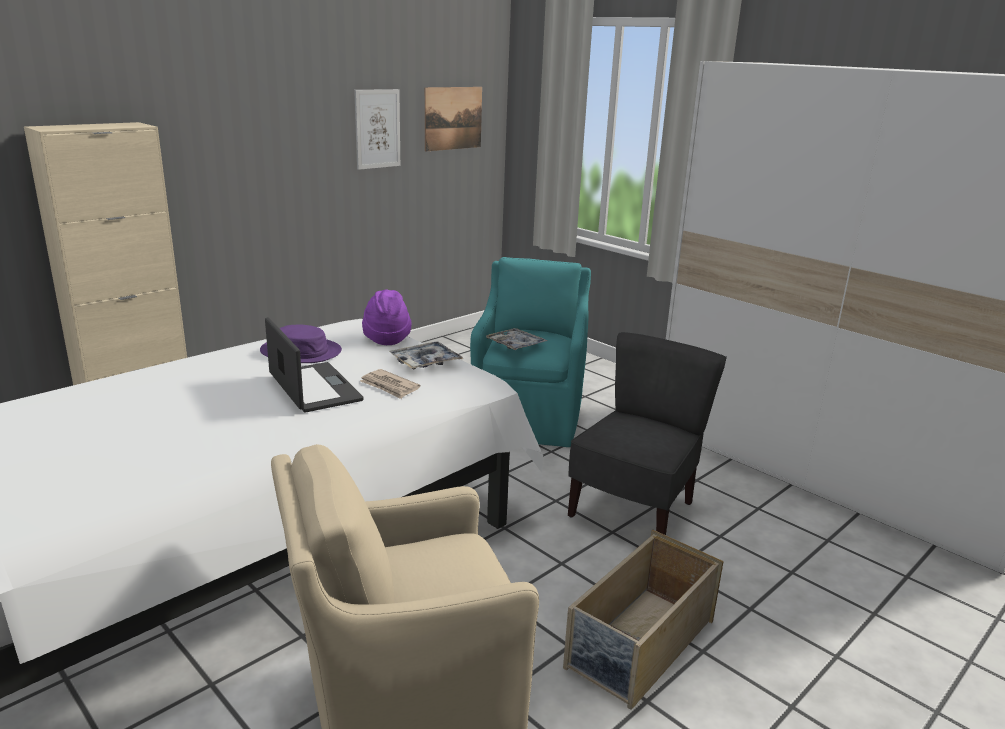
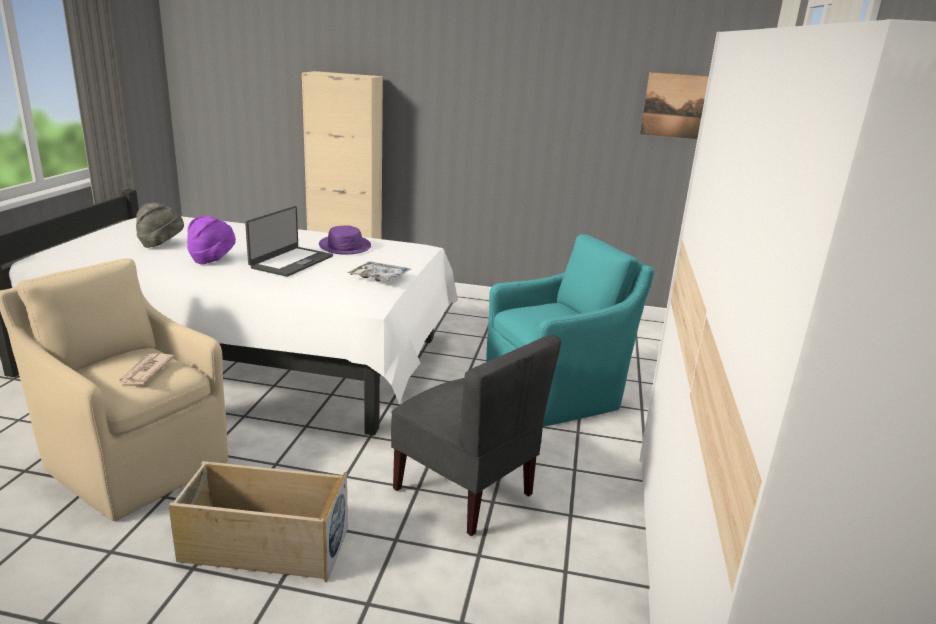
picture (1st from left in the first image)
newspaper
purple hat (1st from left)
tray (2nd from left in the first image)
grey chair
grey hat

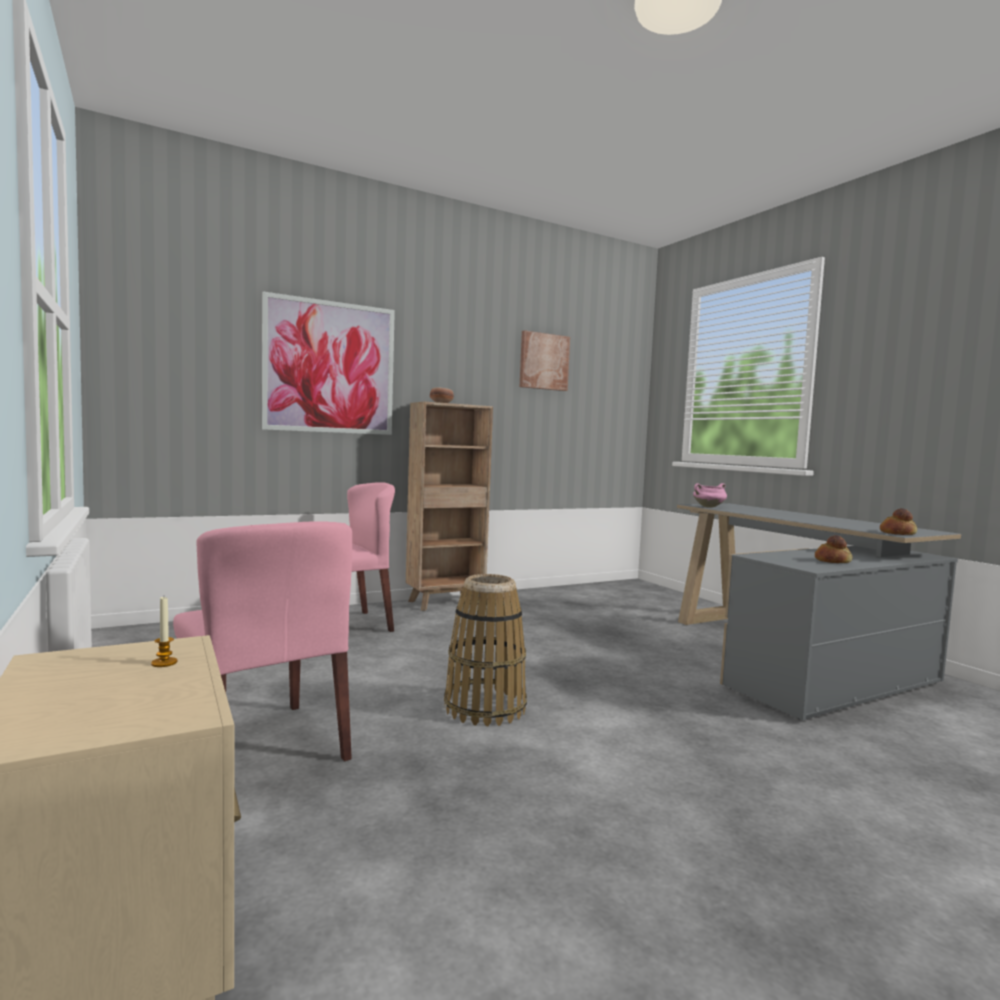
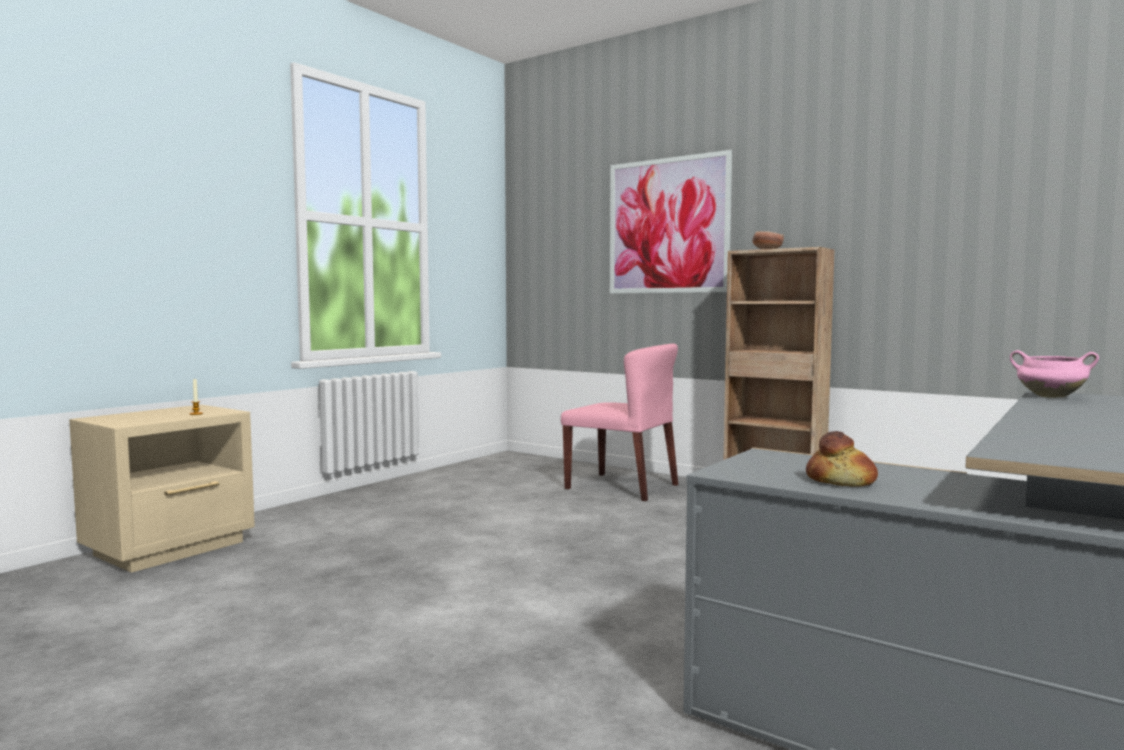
pink chair (1st from left in the first image)
basket
picture (2nd from left in the first image)
bread (2nd from left in the first image)

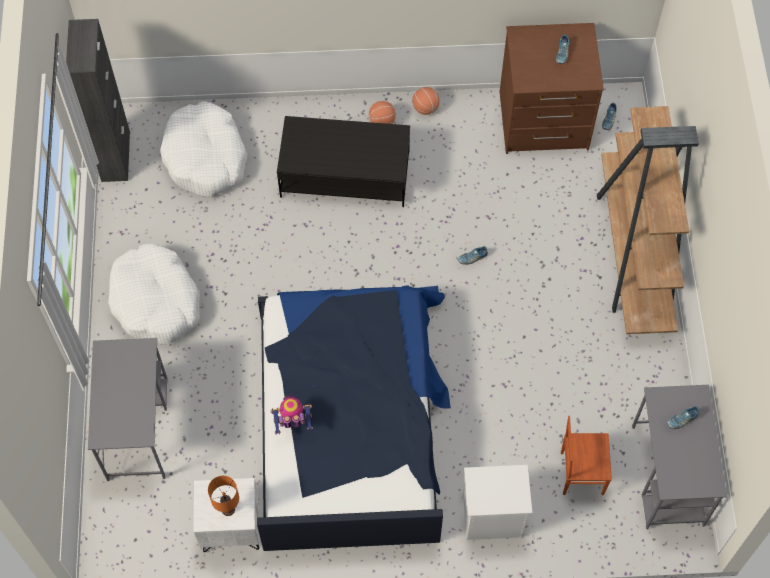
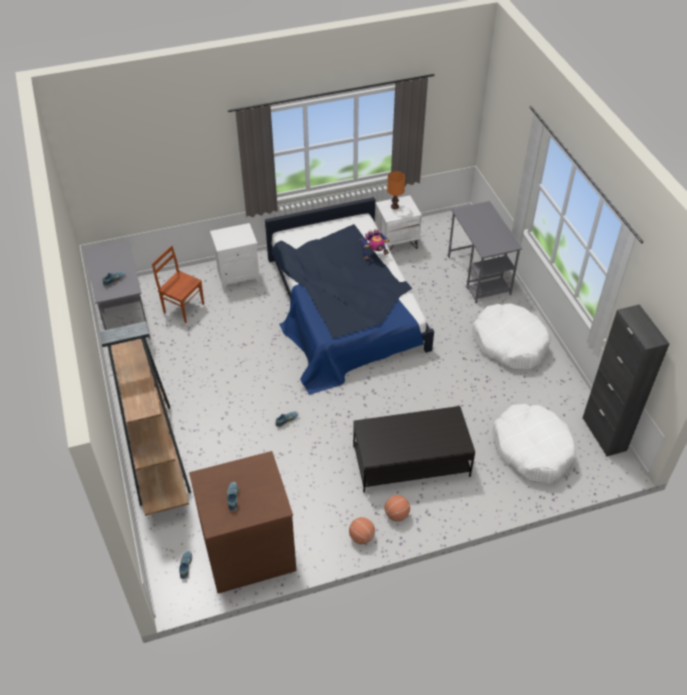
brown chair

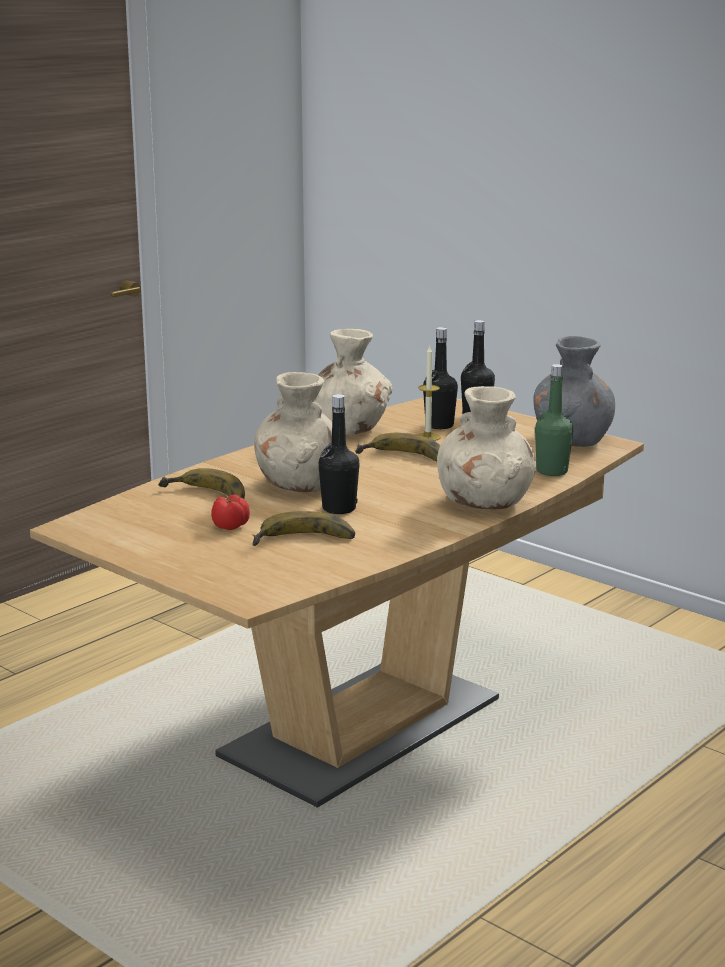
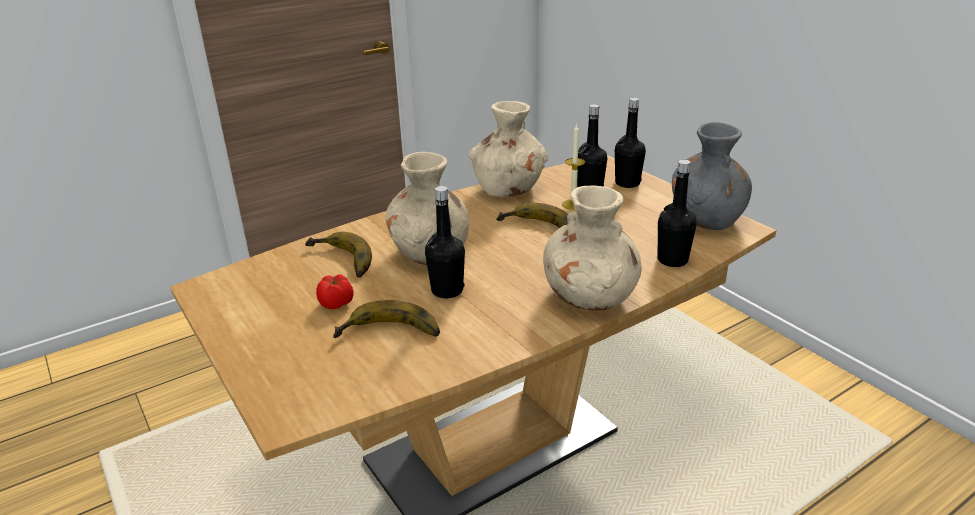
black bottle (4th from left)

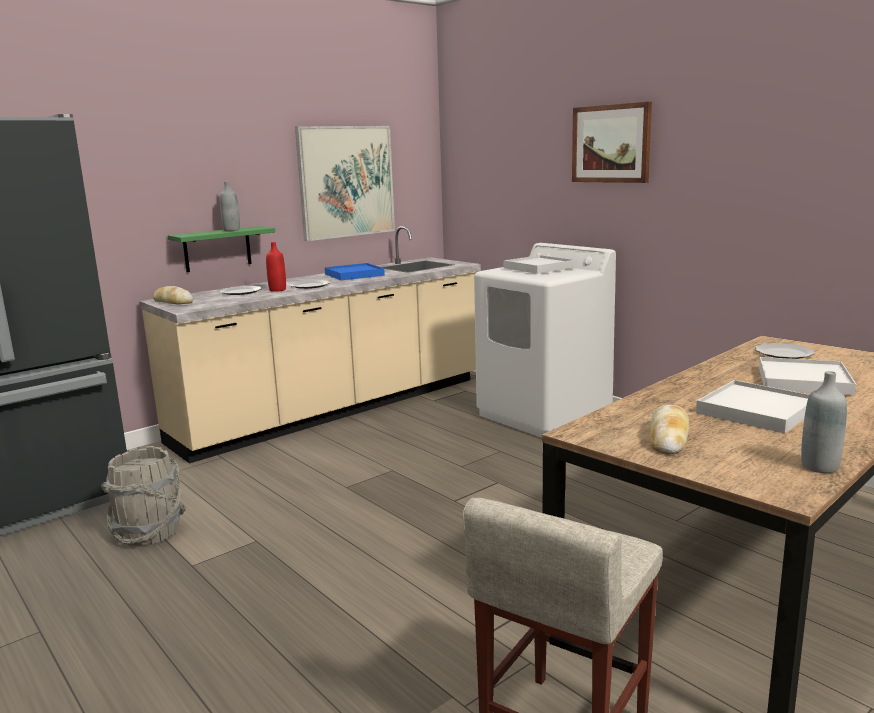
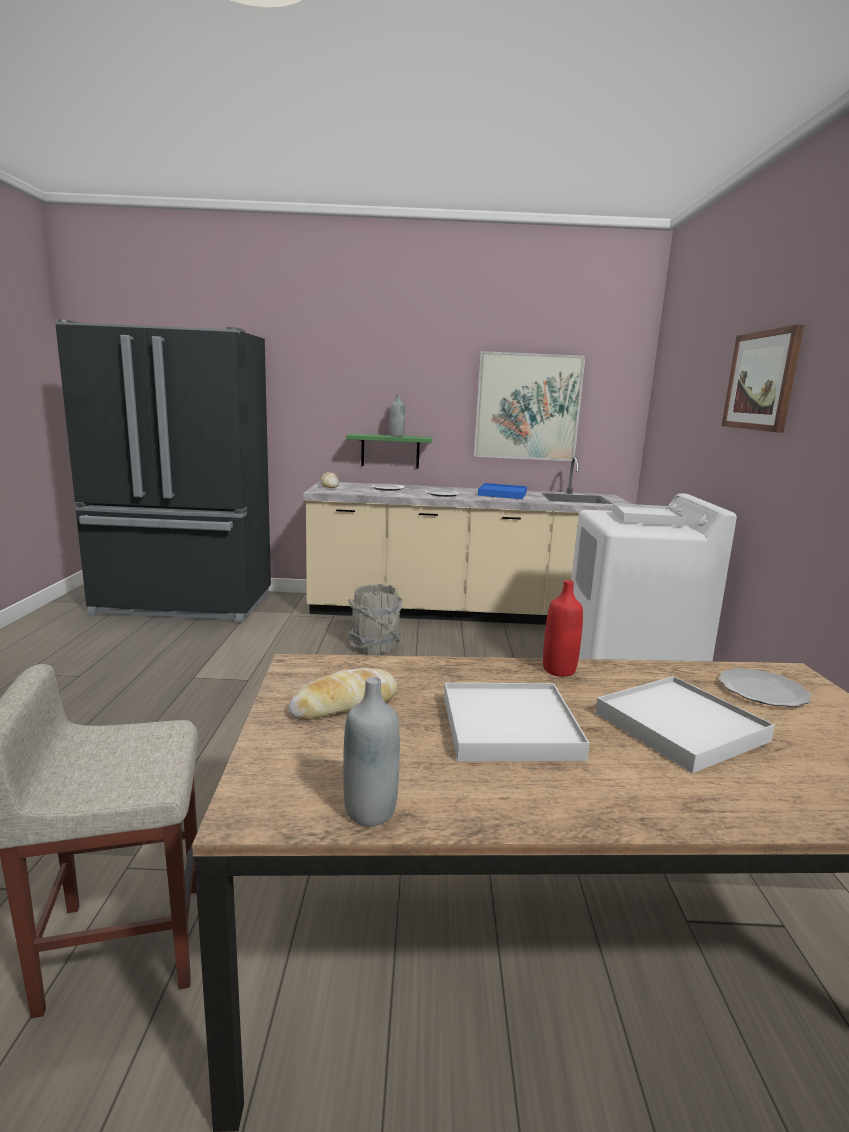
grey bucket
red bottle

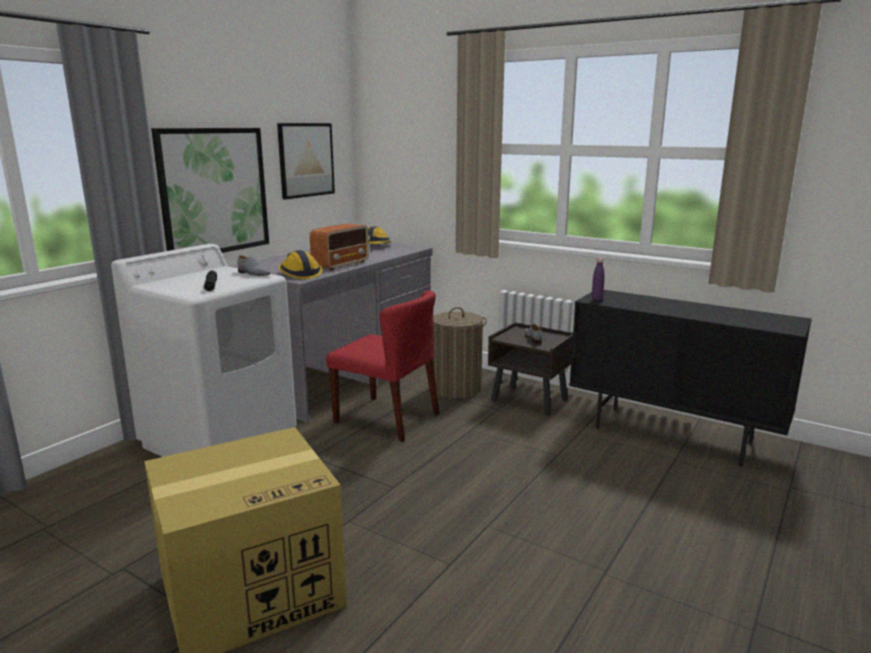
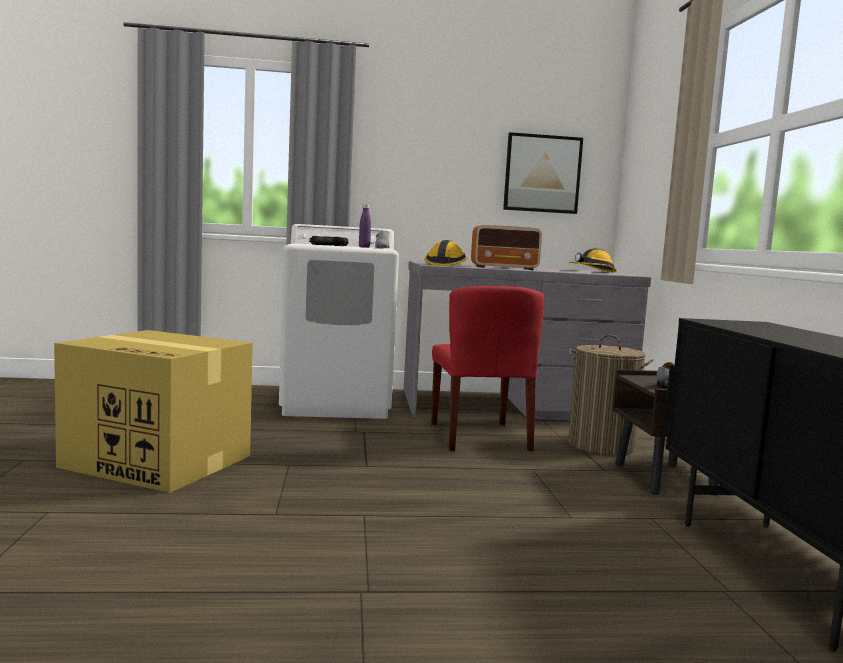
picture (1st from left in the first image)
purple bottle

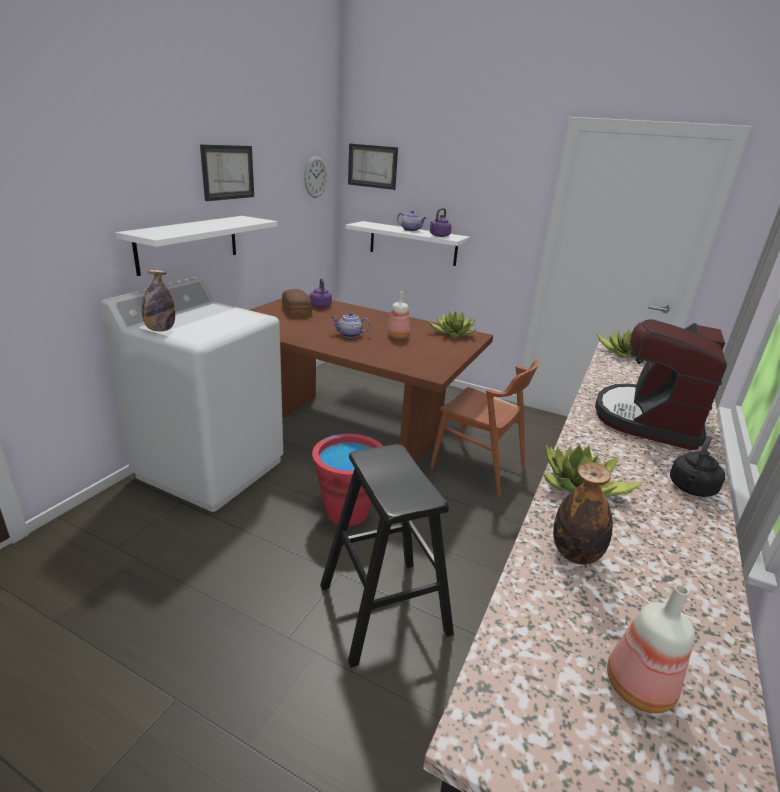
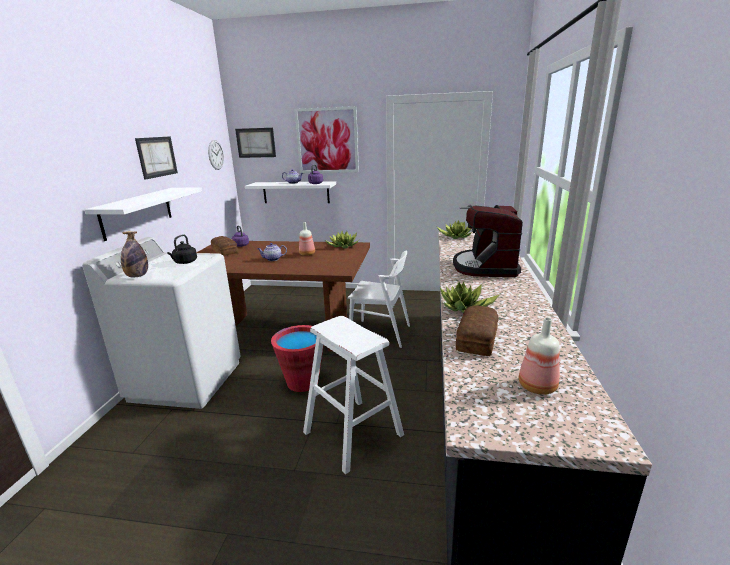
white stool
white chair
bread (2nd from left)
black kettle
picture (3rd from left)

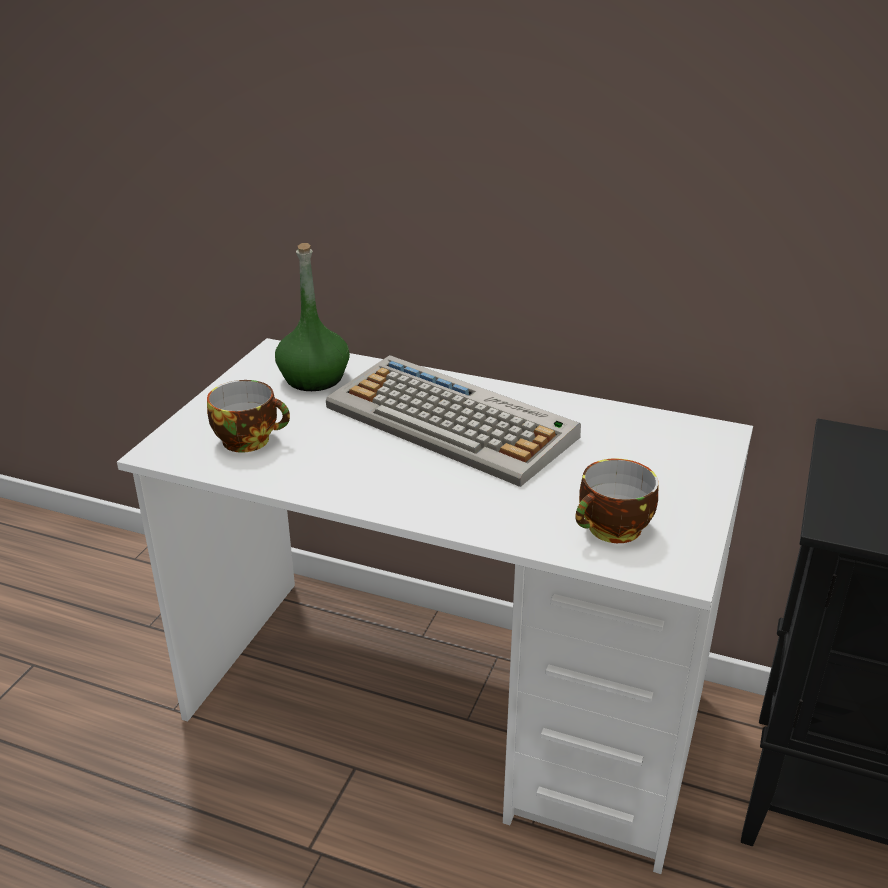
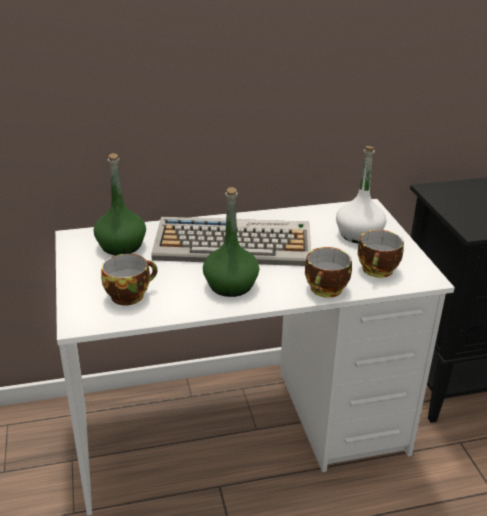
green bottle (2nd from left)
cup (2nd from left)
white bottle

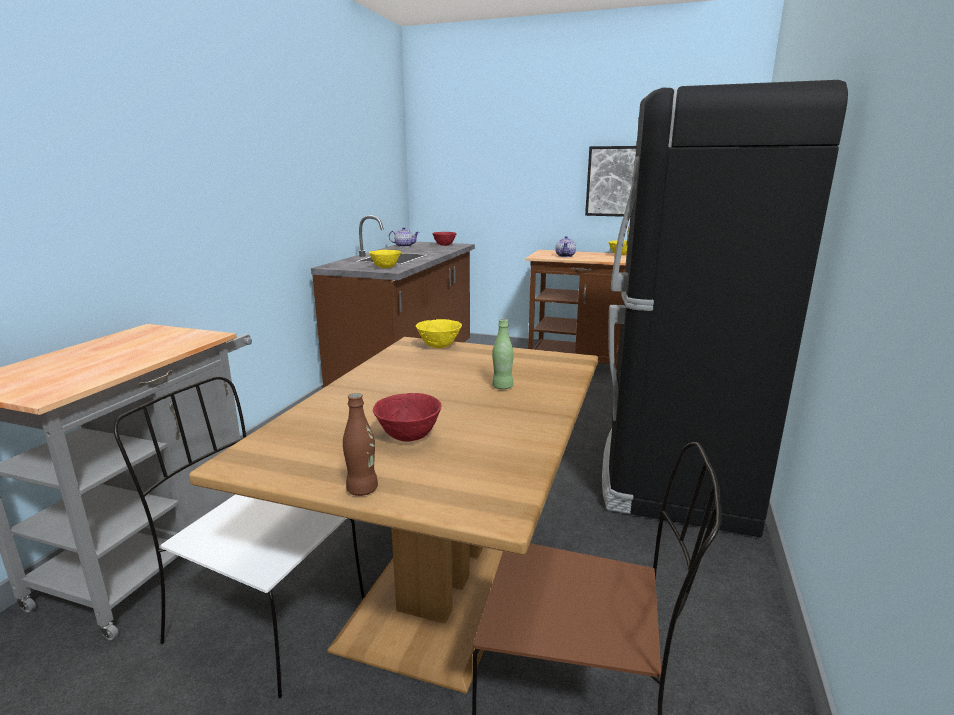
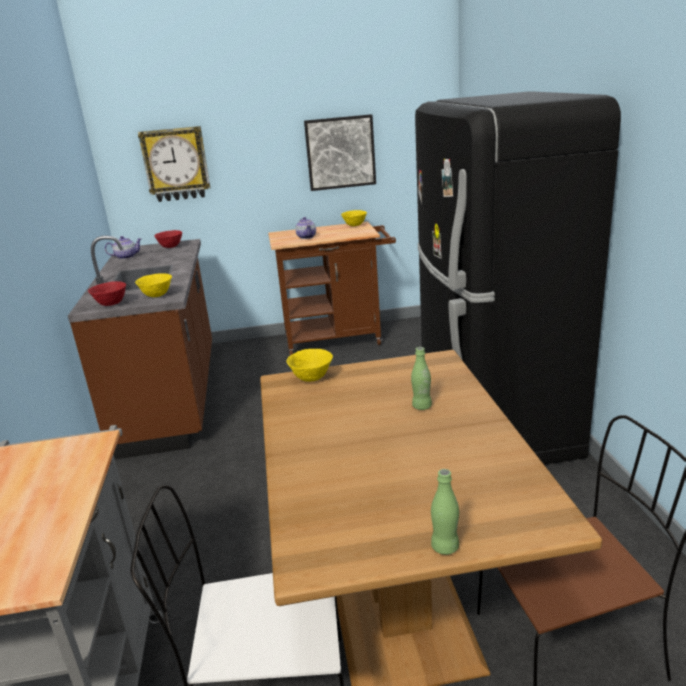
green bottle (2nd from left)
red bowl (1st from left)
wall clock

